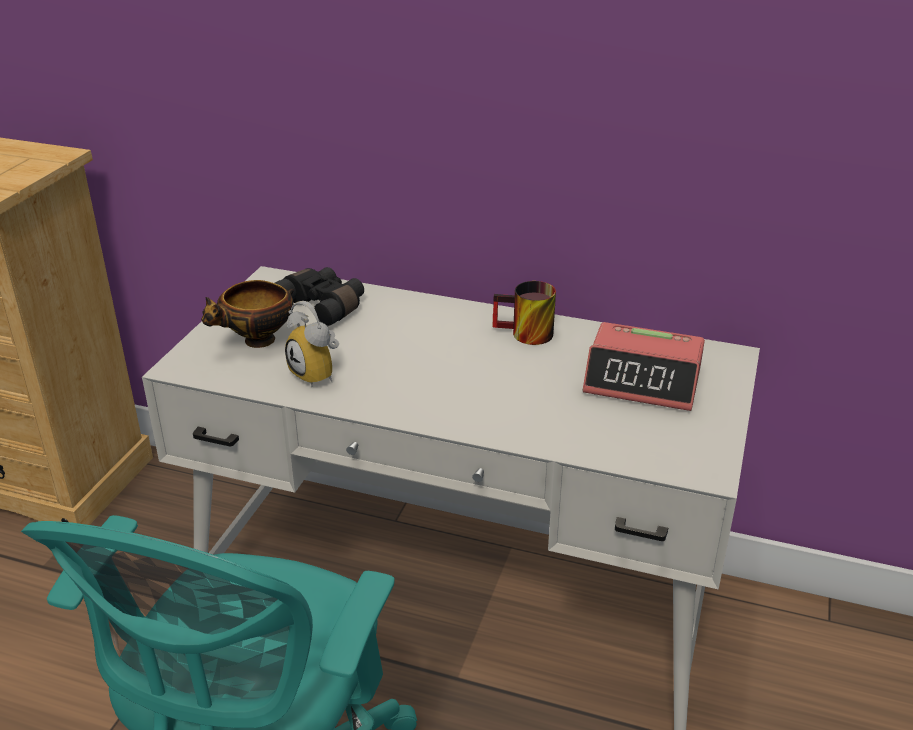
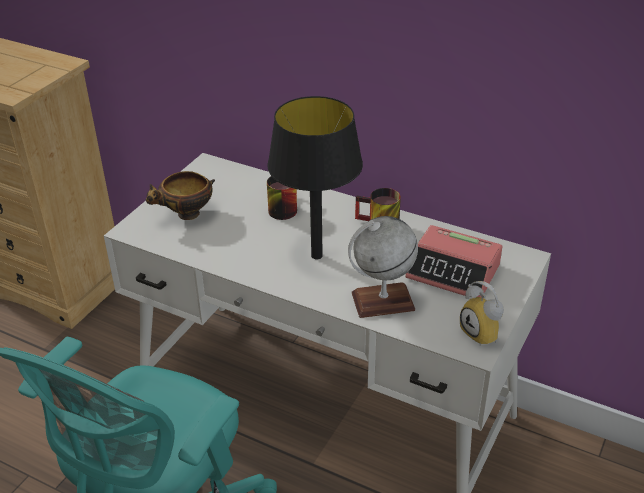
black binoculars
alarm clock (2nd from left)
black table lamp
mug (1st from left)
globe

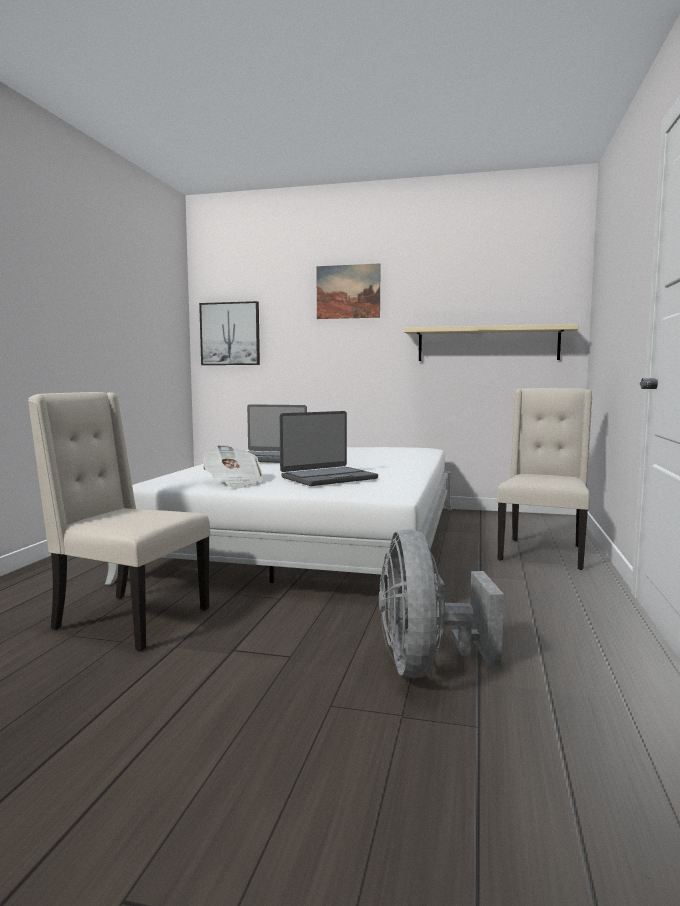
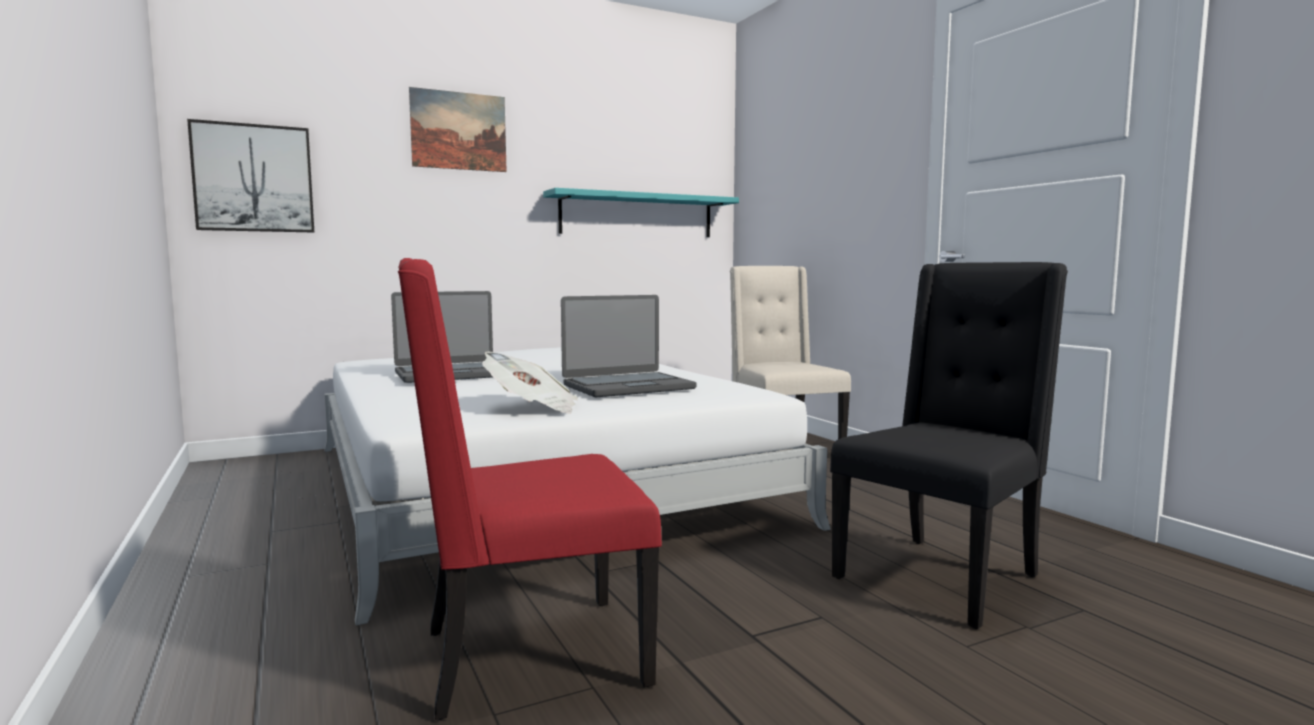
red chair
laptop (2nd from left)
black chair
turquoise shelf

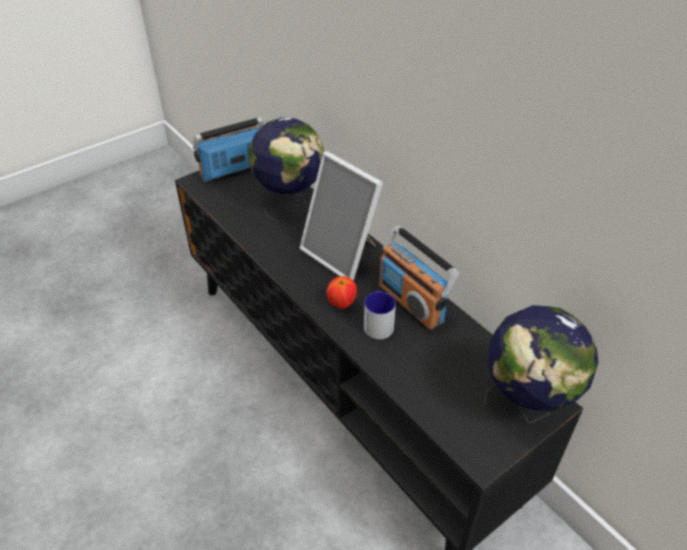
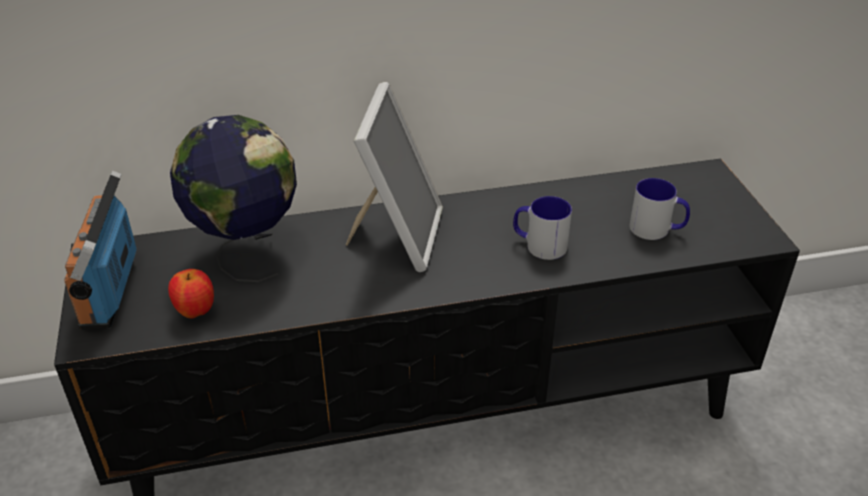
picture frame
apple
radio (2nd from left in the first image)
globe (2nd from left in the first image)
mug (2nd from left)

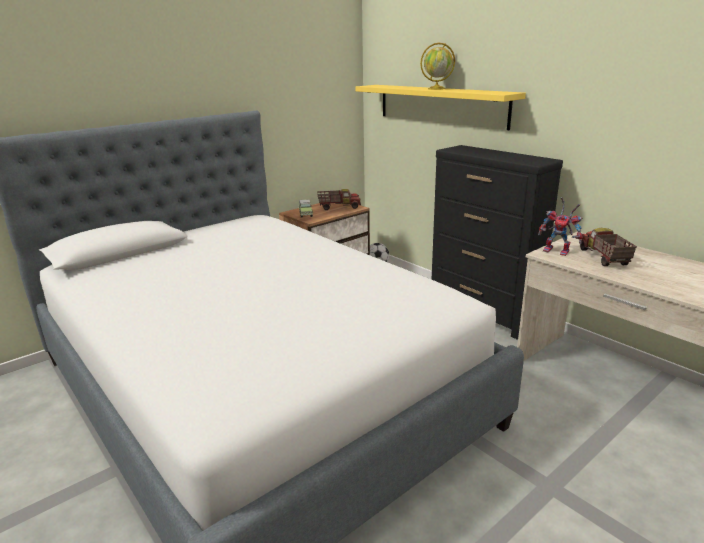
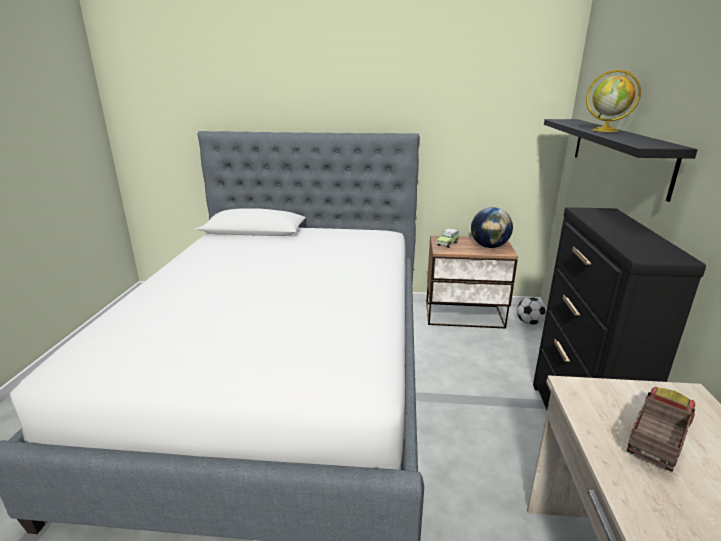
globe (1st from left)
black shelf
toy robot

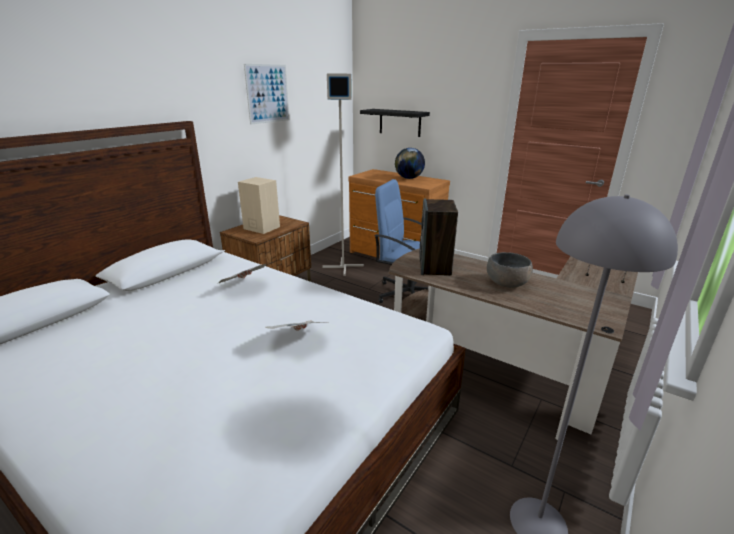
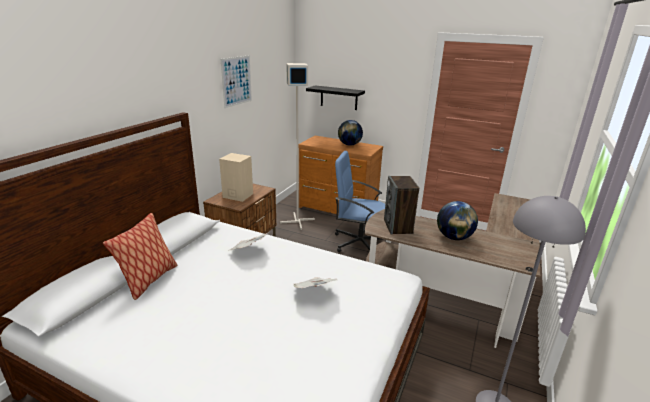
globe (2nd from left)
pillow

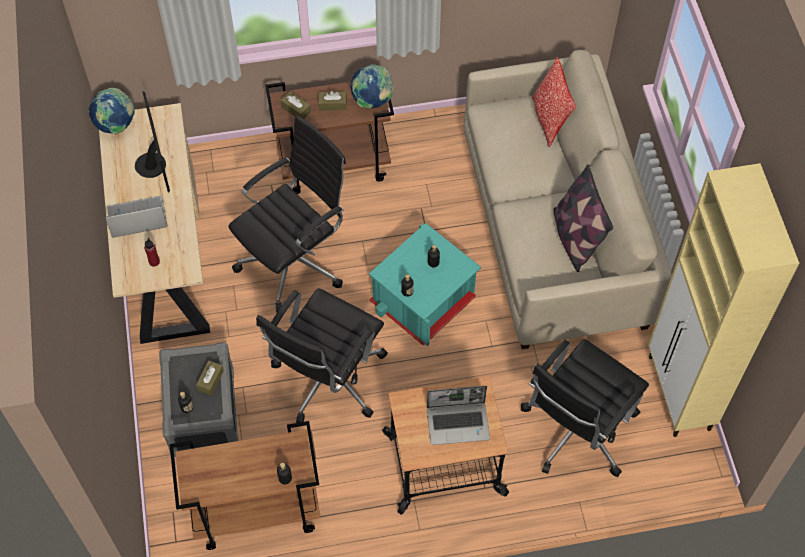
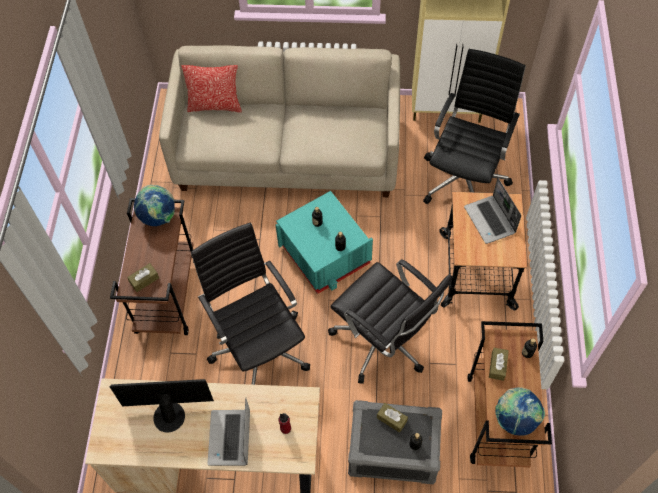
globe (2nd from left)
brown tissue box (3rd from left)
laptop (2nd from left)
black office chair (3rd from left)
pillow (2nd from left in the first image)

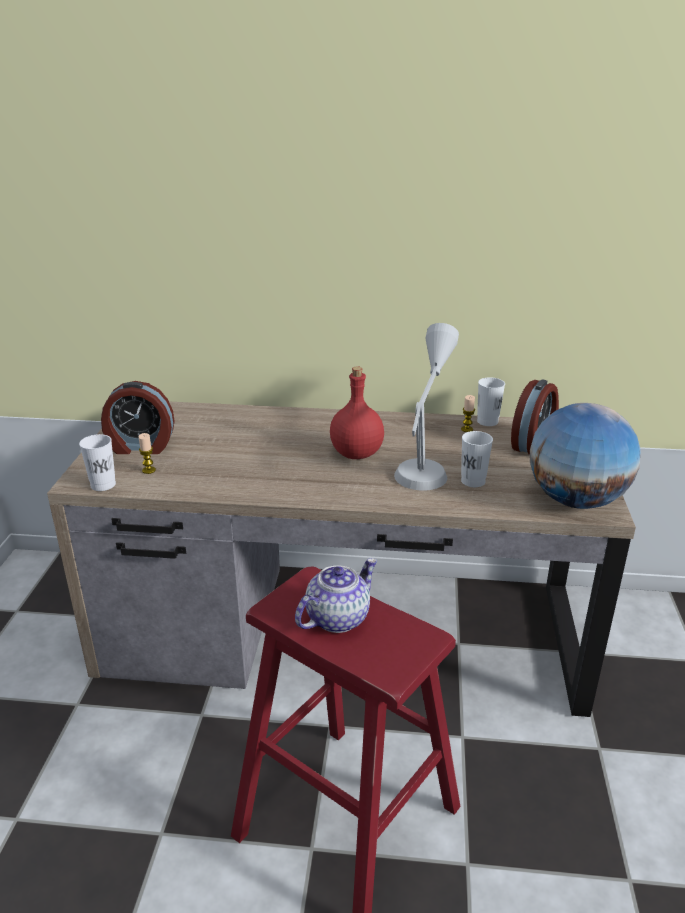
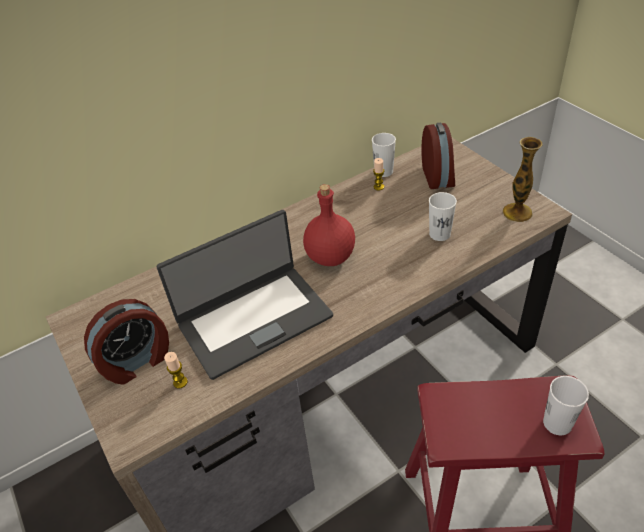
white cup (3rd from left)
teapot
grey table lamp
vase
laptop

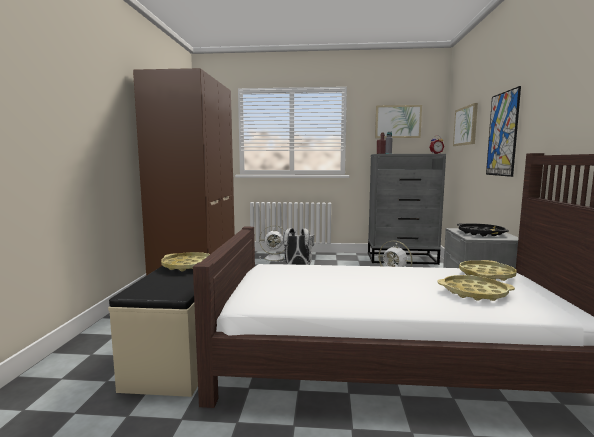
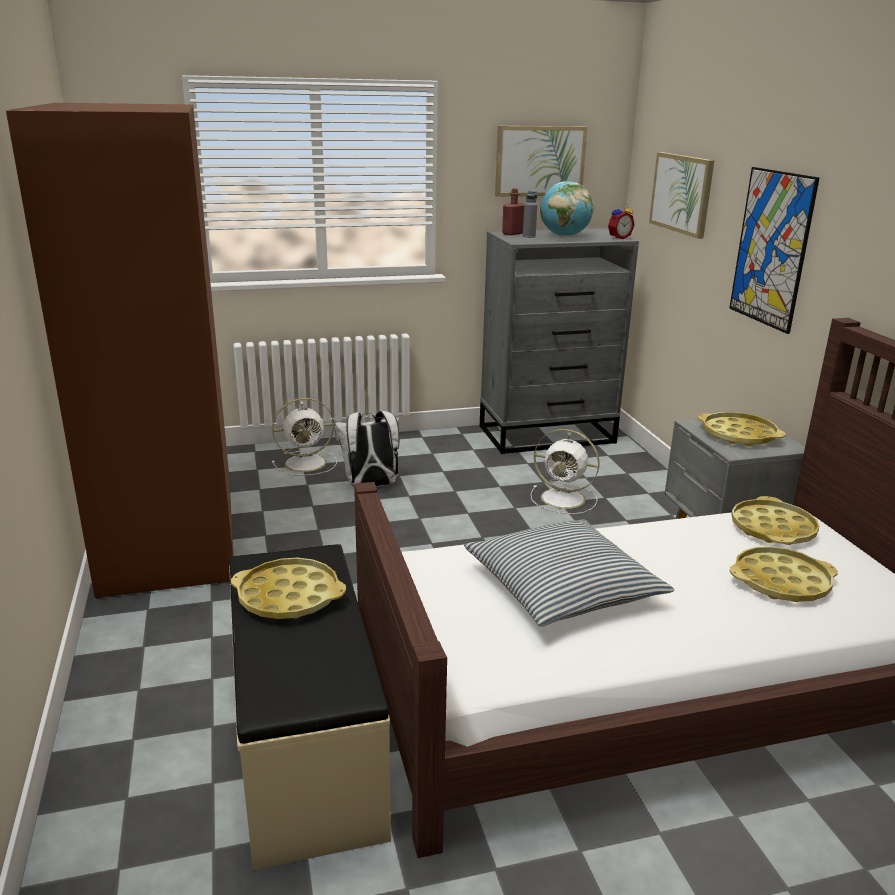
yellow tray (2nd from left)
pillow
globe

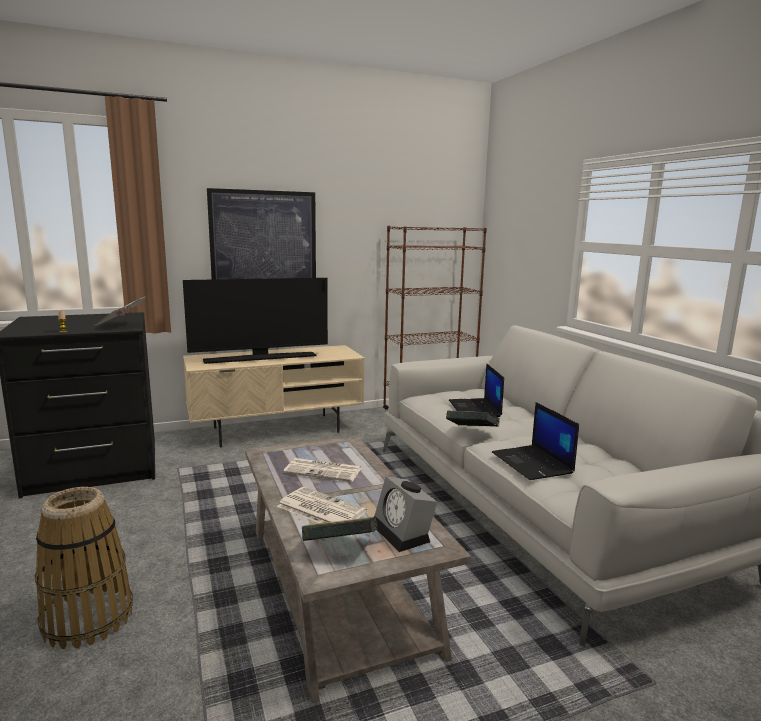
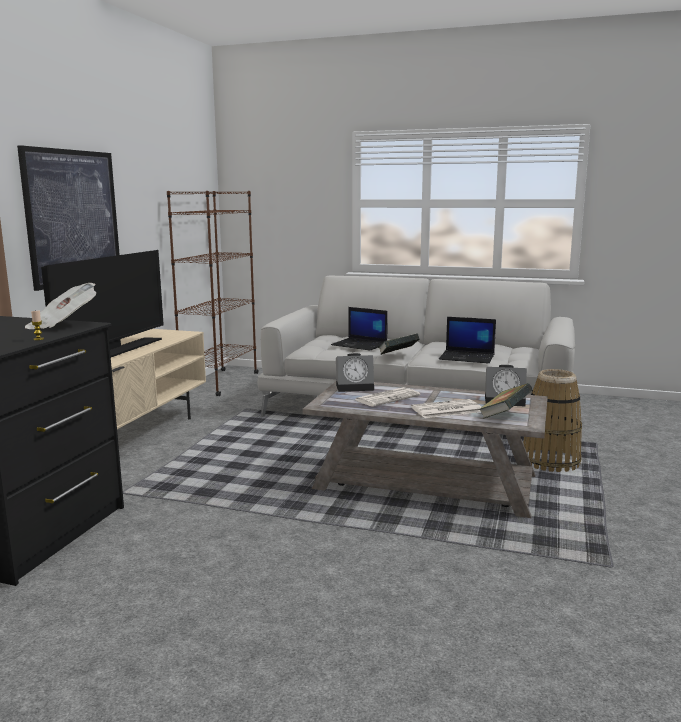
basket
alarm clock (1st from left)

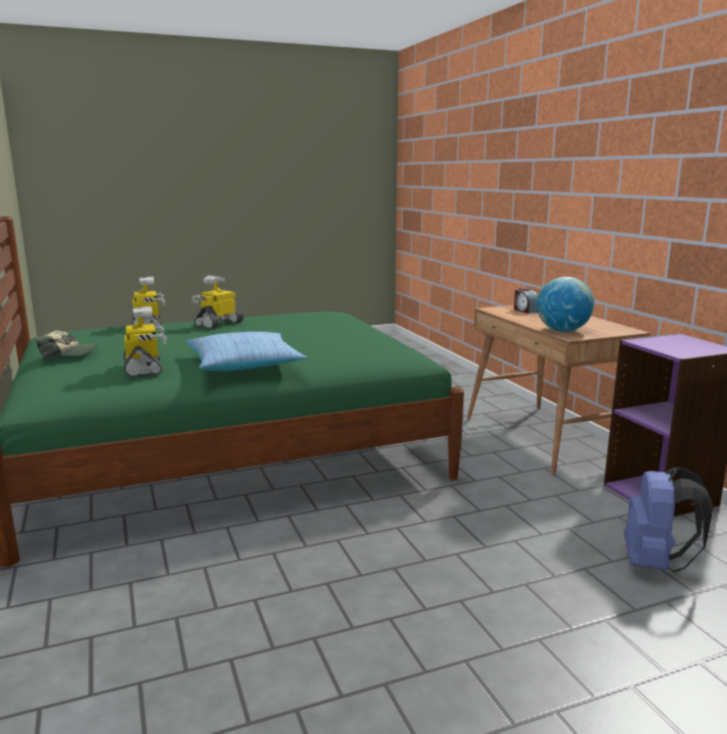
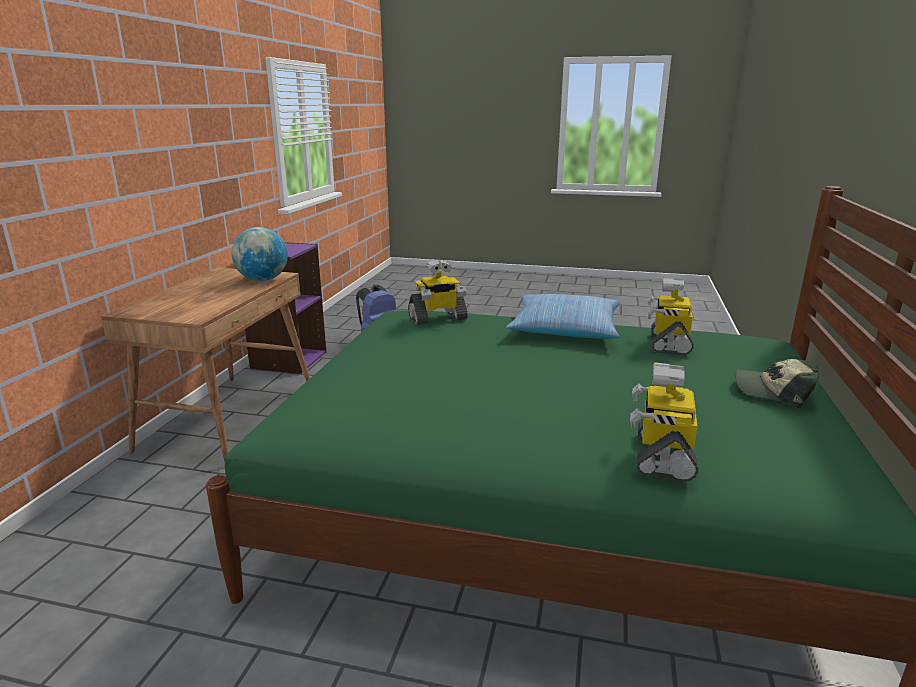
toy robot (1st from left)
alarm clock

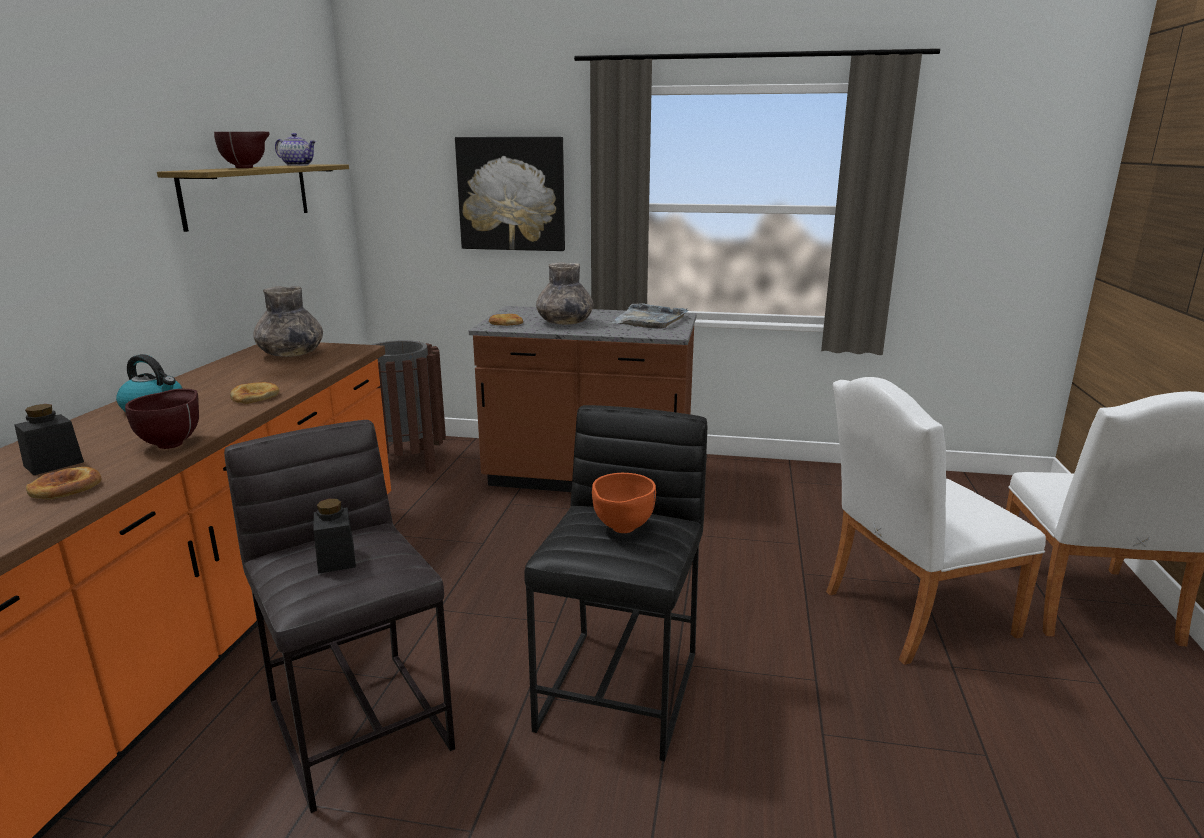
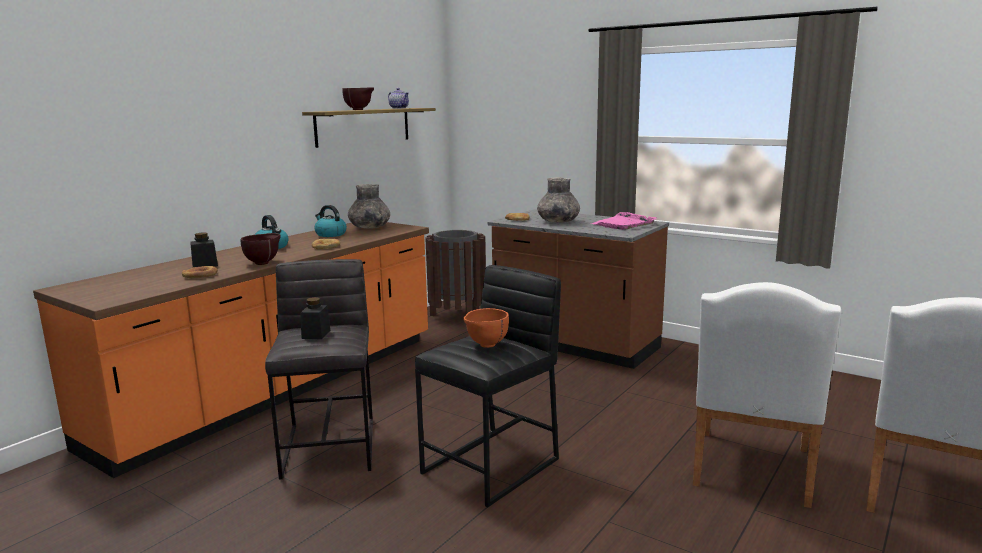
picture
pink tray
white chair (1st from left)
kettle (2nd from left)

